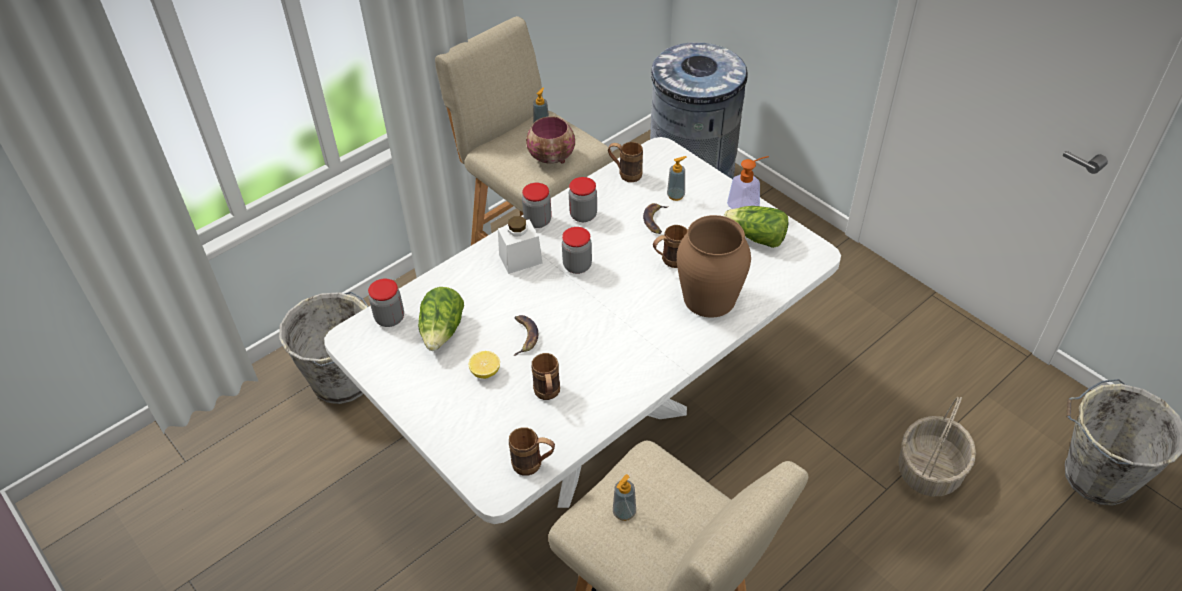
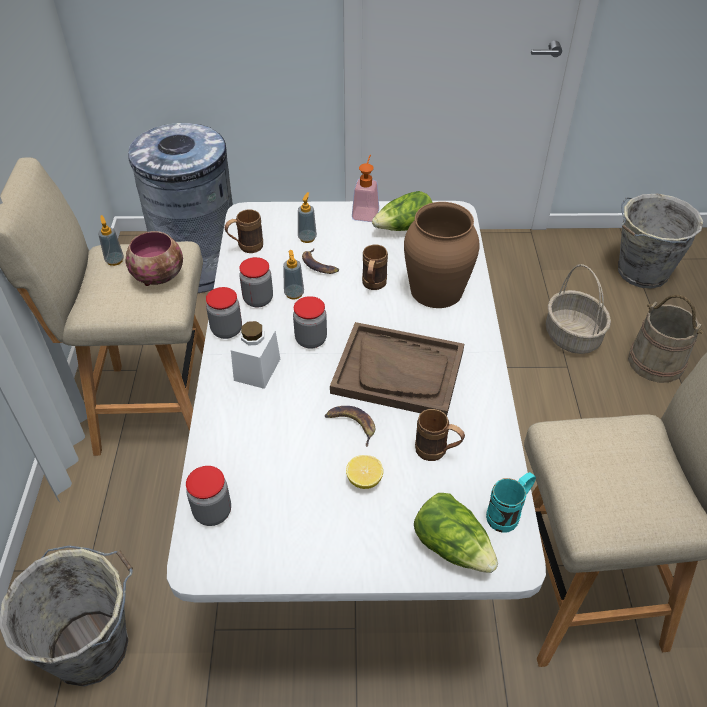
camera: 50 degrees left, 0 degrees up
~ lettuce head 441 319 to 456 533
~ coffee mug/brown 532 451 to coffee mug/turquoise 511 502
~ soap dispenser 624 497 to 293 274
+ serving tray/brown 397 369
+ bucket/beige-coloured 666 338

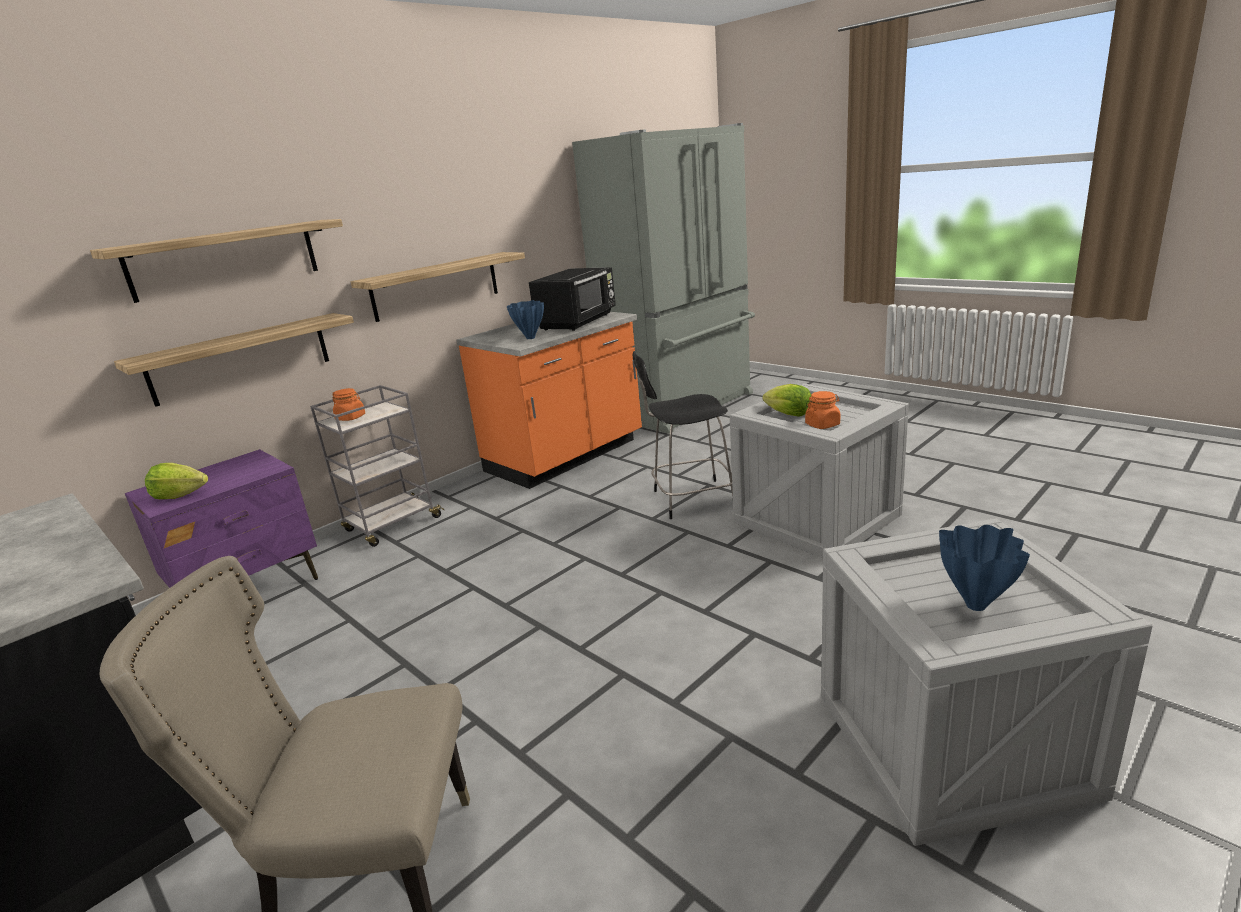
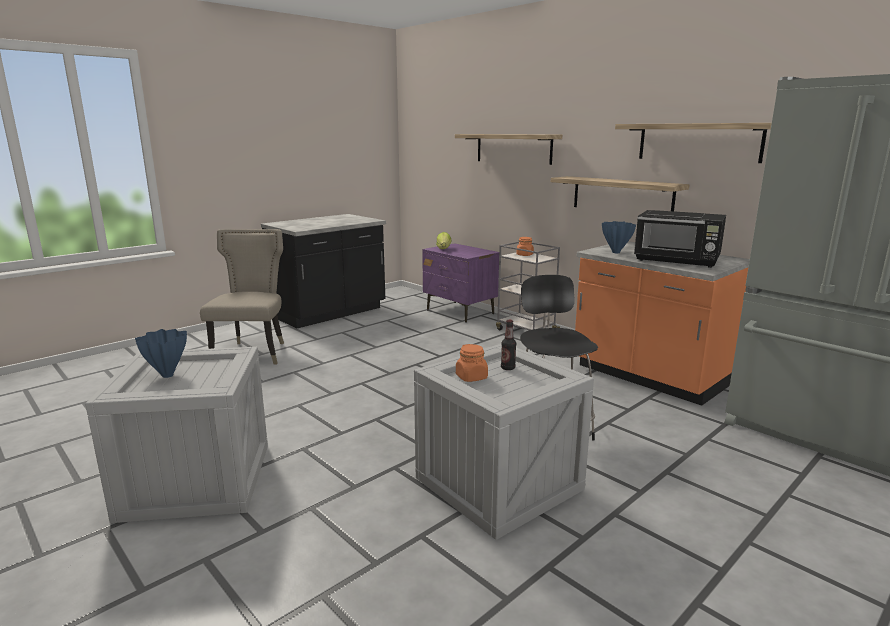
camera: 90 degrees right, 5 degrees down
~ shelf 234 360 to 693 143
~ lettuce head 786 400 to beverage bottle 508 345

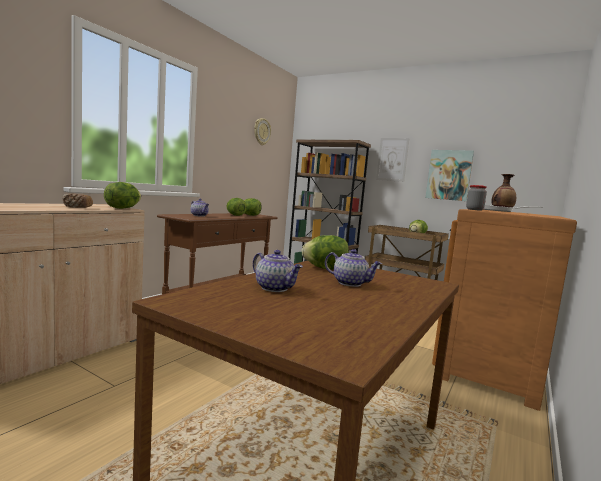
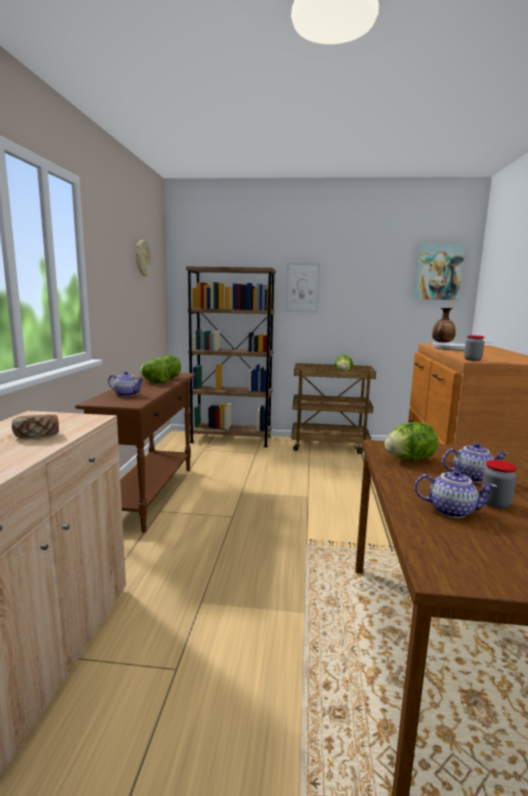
camera: 25 degrees left, 5 degrees up
- lettuce head 122 195
~ wall picture 449 175 to 440 271
+ preserve jar 499 484

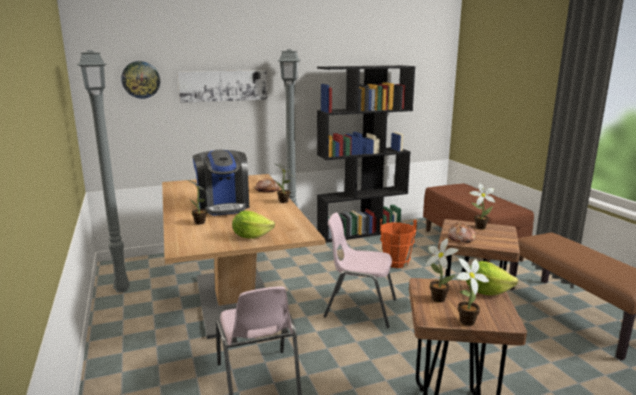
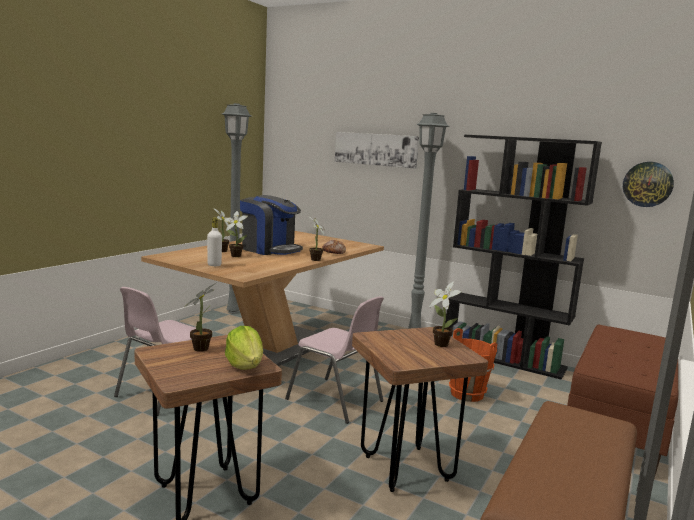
camera: 50 degrees right, 5 degrees down
~ clock on the wall 140 80 to 648 184
~ coffee brewer 220 183 = 271 225 90 degrees counterclockwise
~ lettuce head 253 225 to beverage bottle/white 214 241
~ plain chair/pink-coloured 360 270 = 334 360 150 degrees clockwise
- baked bread 462 233
~ plant in a pot 473 292 to 236 234

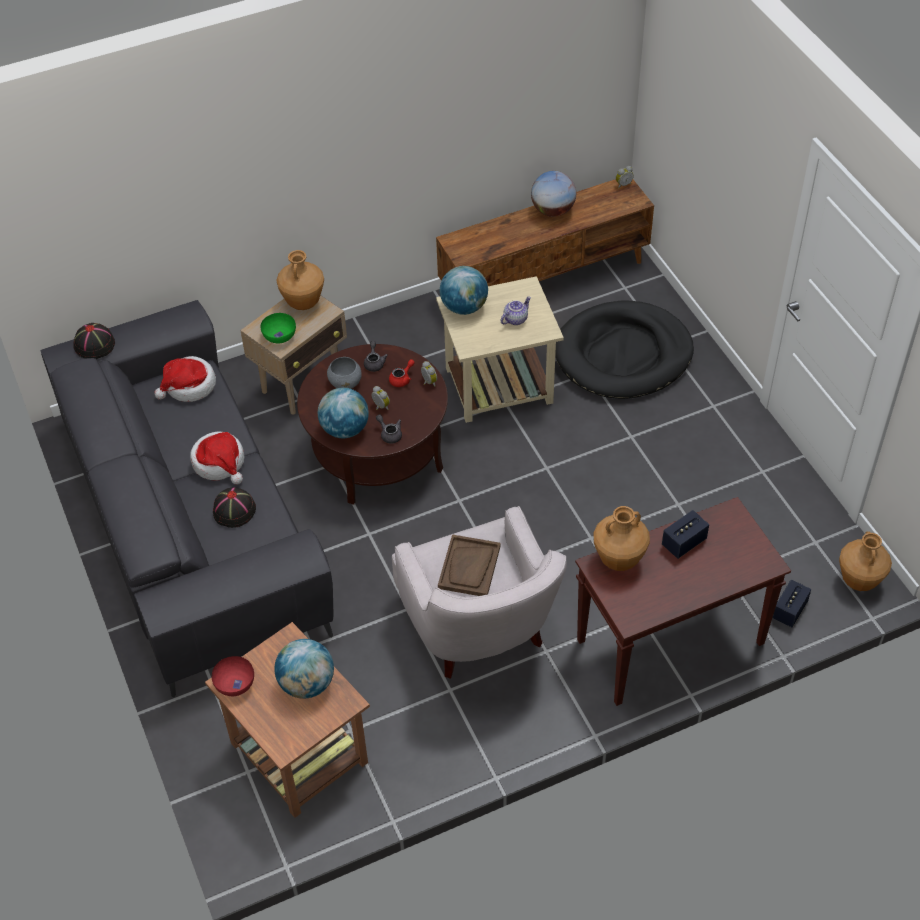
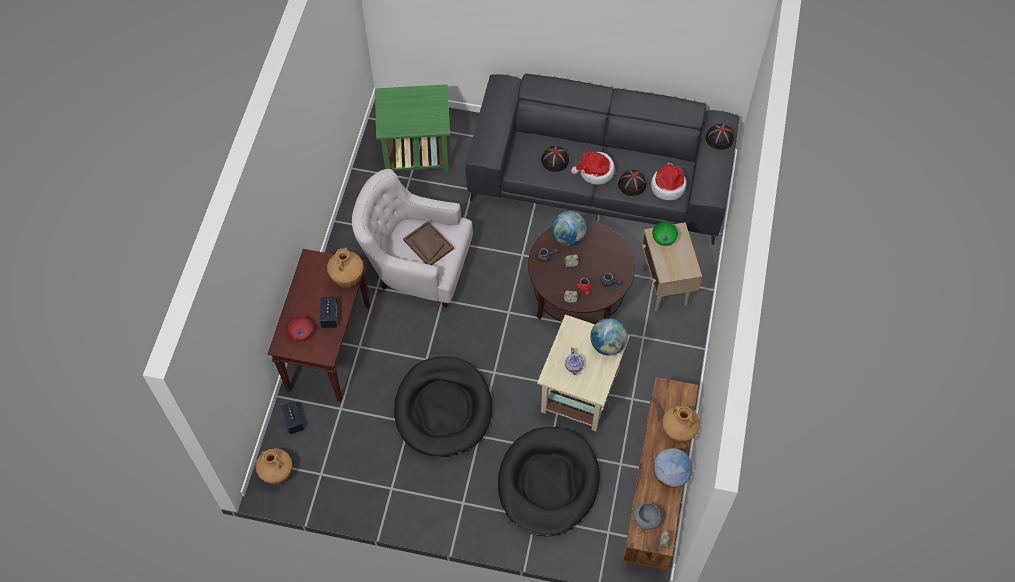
camera: 125 degrees right, 10 degrees up
~ accent table/brown 287 720 to accent table/green 412 128
~ bowl/red-coloured 233 676 to 299 329
- globe 304 669
~ decorative vase/brown 300 280 to 681 424
~ bowl/gray 344 373 to 648 516
+ dog bed/black 443 406
+ clothing hat/black 632 183

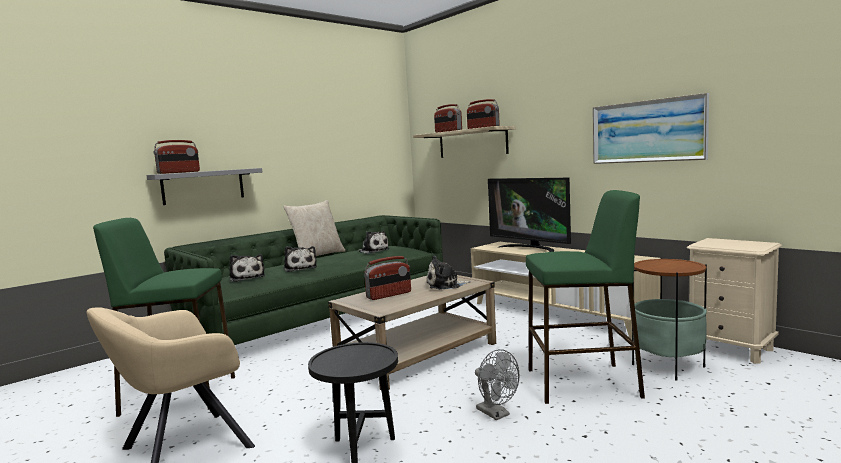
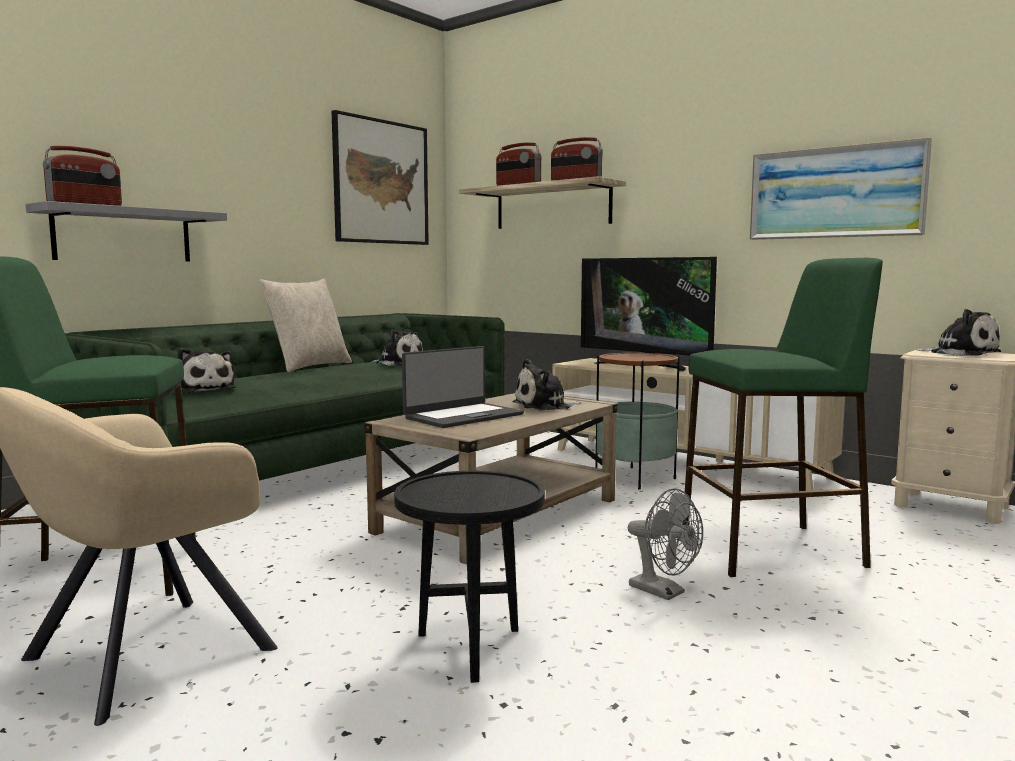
camera: 10 degrees left, 0 degrees up
~ plush toy 300 259 to 959 332
~ radio set 387 278 to portable computer 463 387
~ accent table 669 319 to 637 421
+ wall picture 380 177

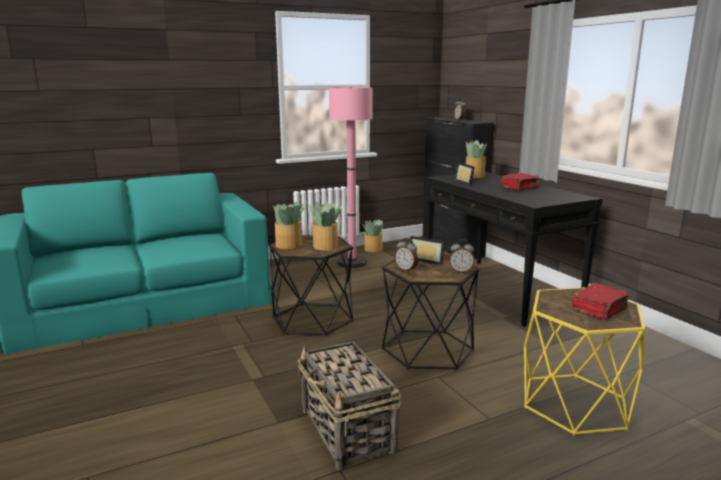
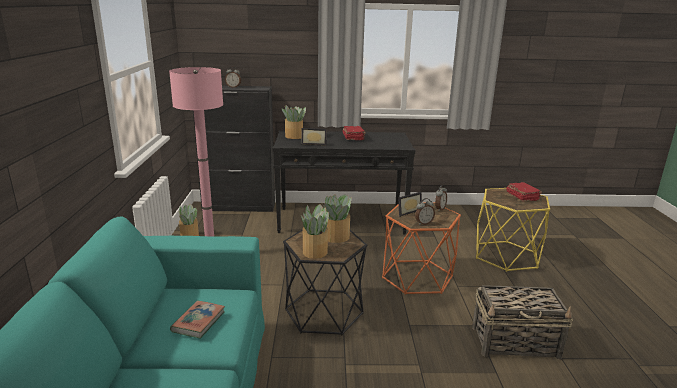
camera: 65 degrees left, 5 degrees up
~ accent table/black 431 313 to accent table/orangey 421 248
+ bound book 197 320

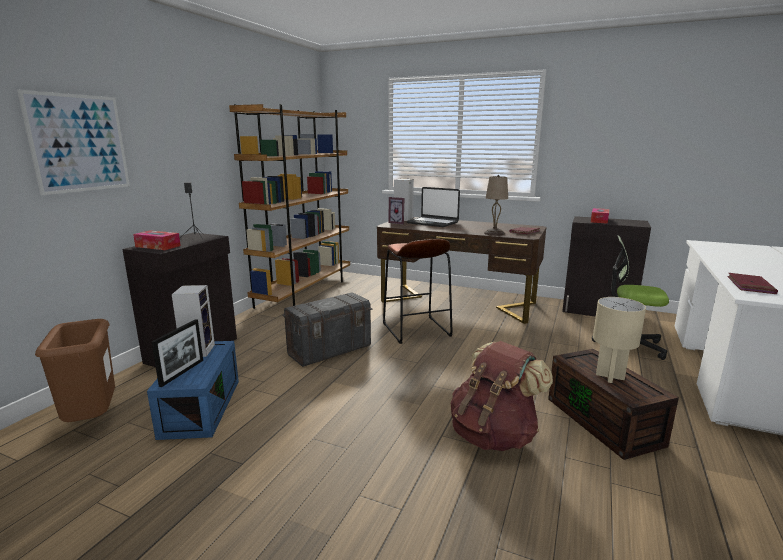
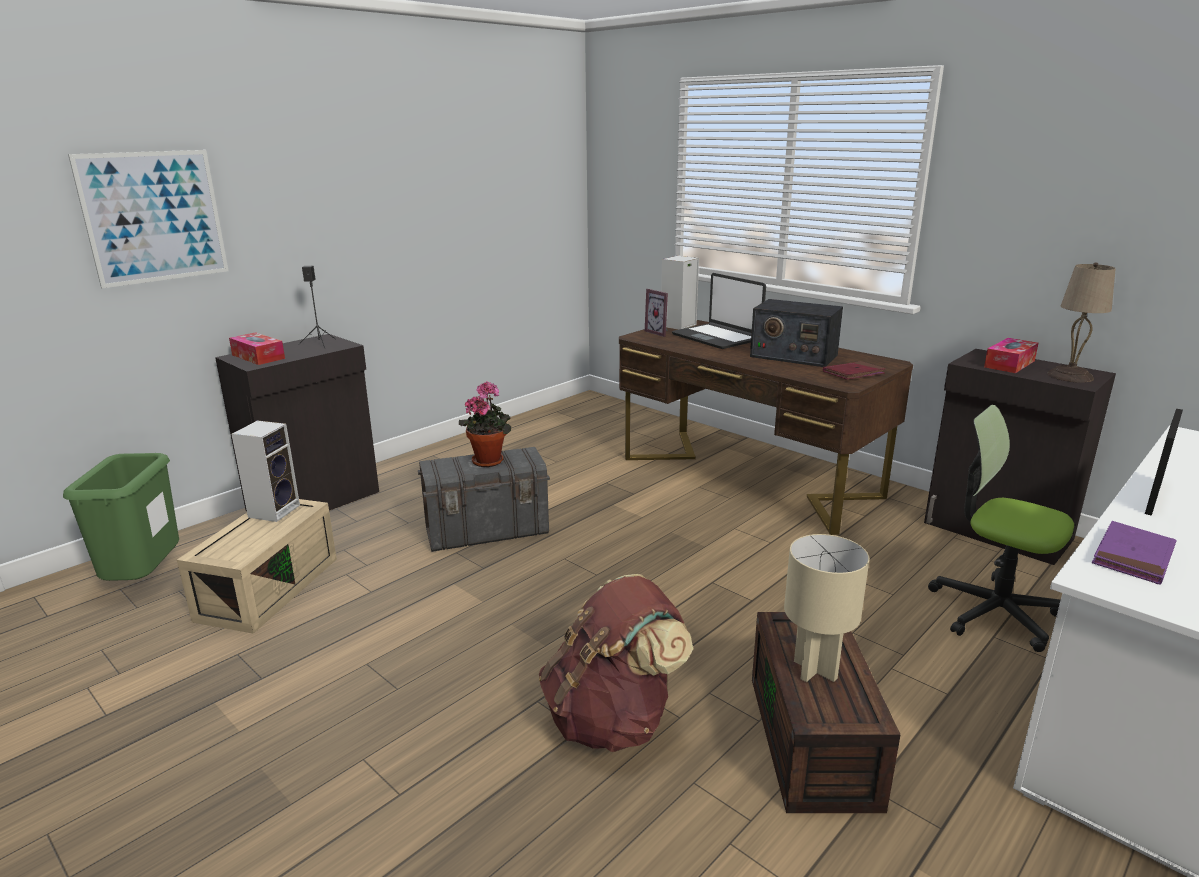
camera: 20 degrees right, 5 degrees up
~ rubbish bin/brown 75 370 to rubbish bin/green 121 517
~ storage bin/blue 193 390 to storage bin/beige-coloured 257 566
~ photo frame 177 353 to 1164 462
- bookcase/brown 289 206
- stool seat/brown 417 291
~ table lamp/beige-coloured 496 205 to 1081 322
~ bound book/red-coloured 752 283 to bound book/purplish 1134 553
+ plant in a pot 485 424
+ radio set 796 333

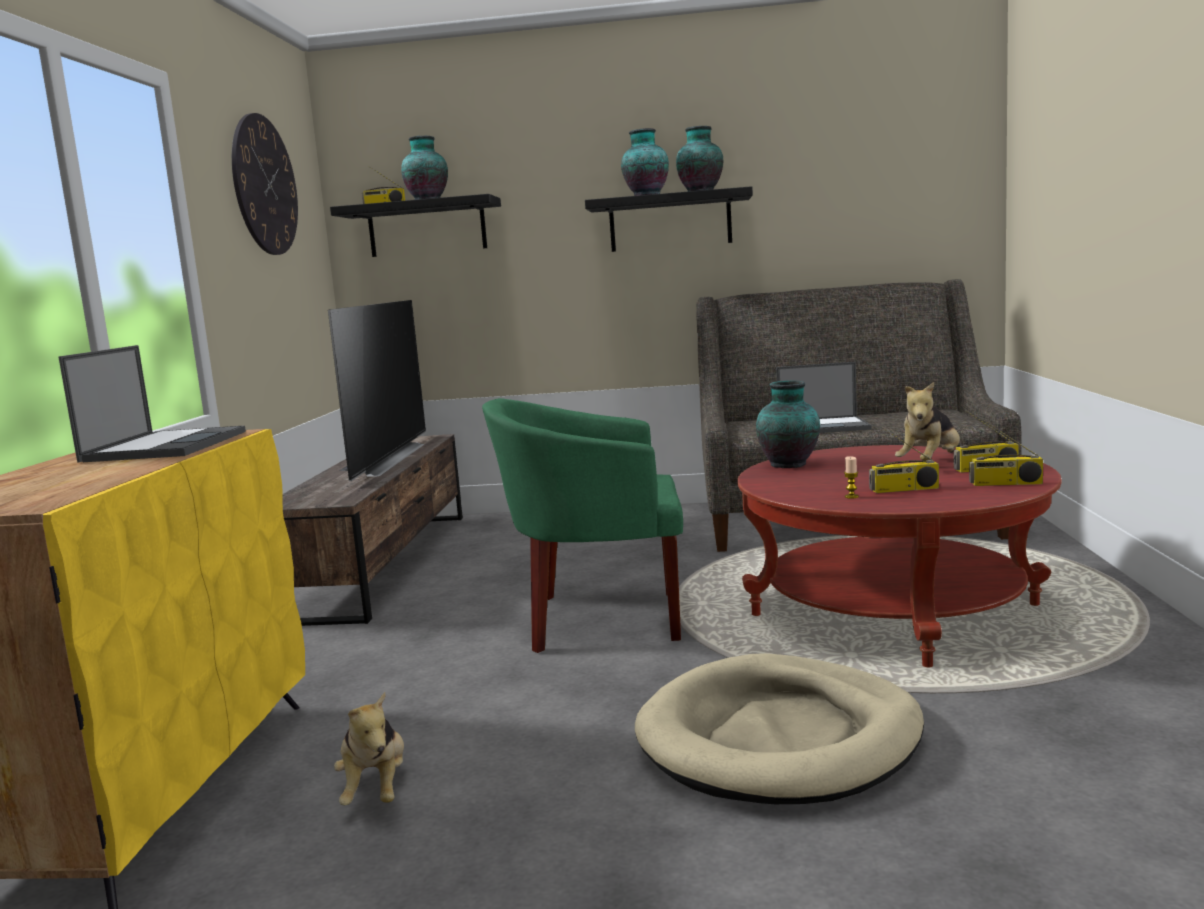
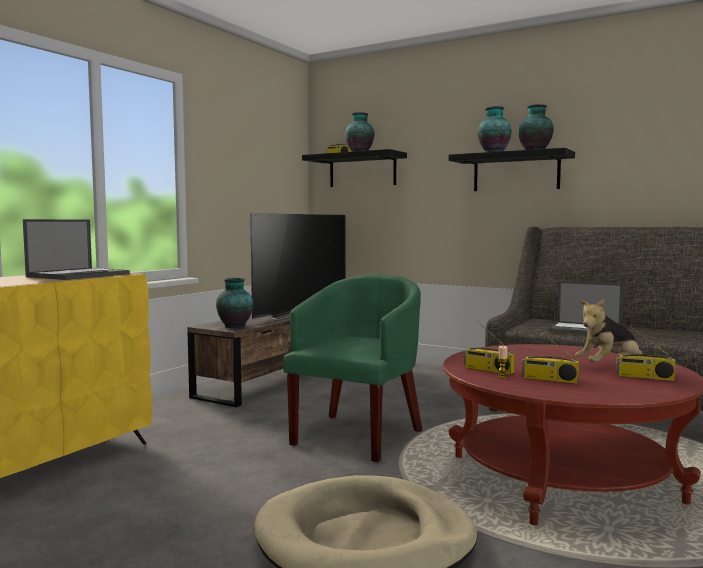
camera: 25 degrees right, 5 degrees down
- clock on the wall 265 184
- plush toy 369 748
~ lounge chair/green 582 525 = 353 368 90 degrees clockwise
~ decorative vase 788 424 to 234 303
~ radio set 1006 453 to 489 347

